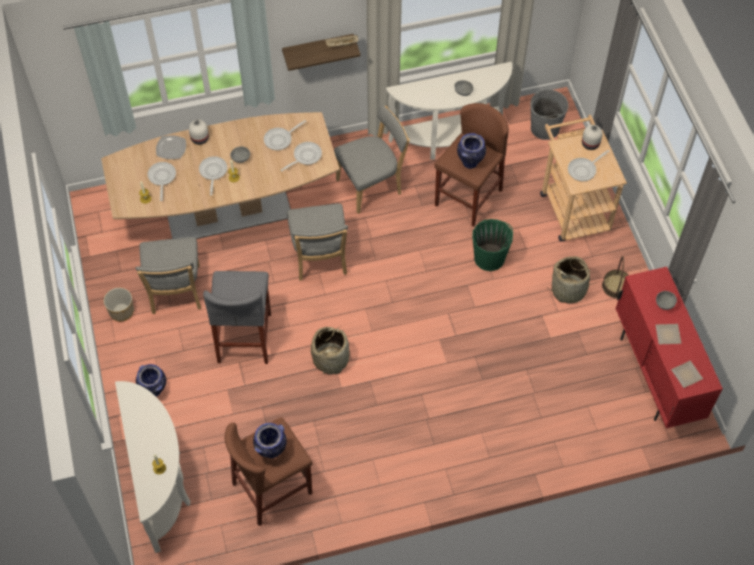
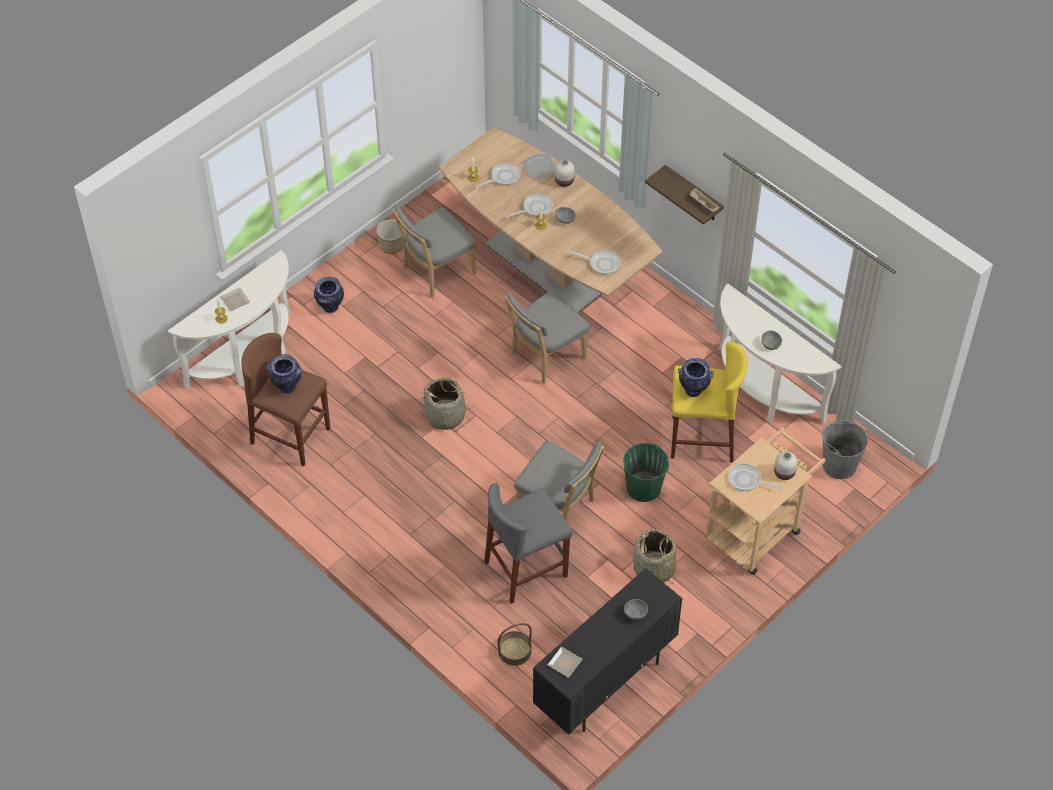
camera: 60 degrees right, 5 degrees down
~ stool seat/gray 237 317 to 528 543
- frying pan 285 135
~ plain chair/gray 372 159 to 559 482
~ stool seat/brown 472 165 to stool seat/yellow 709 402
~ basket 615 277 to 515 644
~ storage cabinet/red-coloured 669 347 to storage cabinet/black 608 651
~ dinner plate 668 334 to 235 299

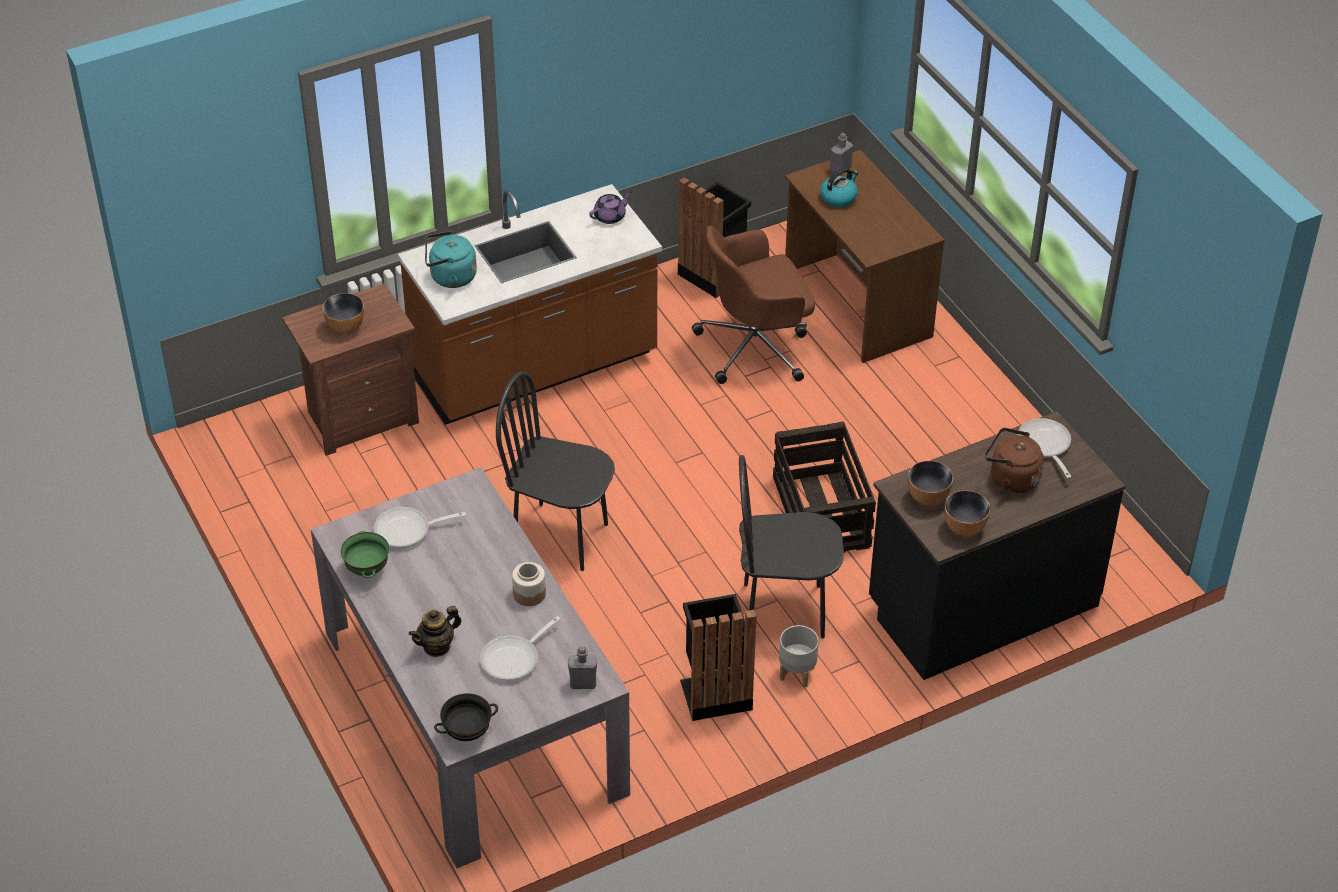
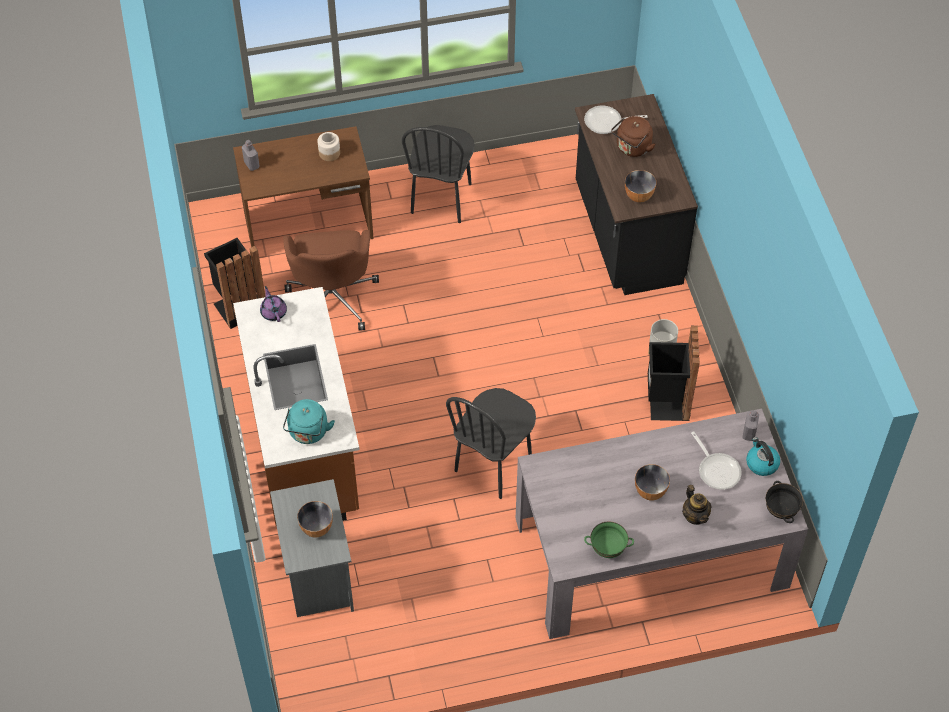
camera: 75 degrees left, 10 degrees up
~ bedside table/brown 350 369 to bedside table/gray 312 548
- frying pan 420 527
~ preserve jar 529 584 to 329 146
~ plain chair/black 791 546 to 438 174
- crate 824 487
~ kettle 839 187 to 763 456
~ bowl 967 514 to 652 482

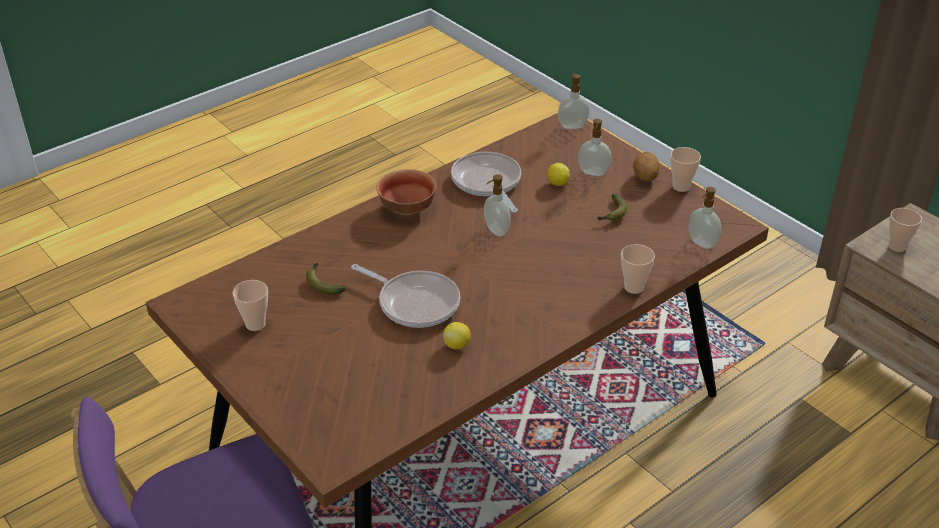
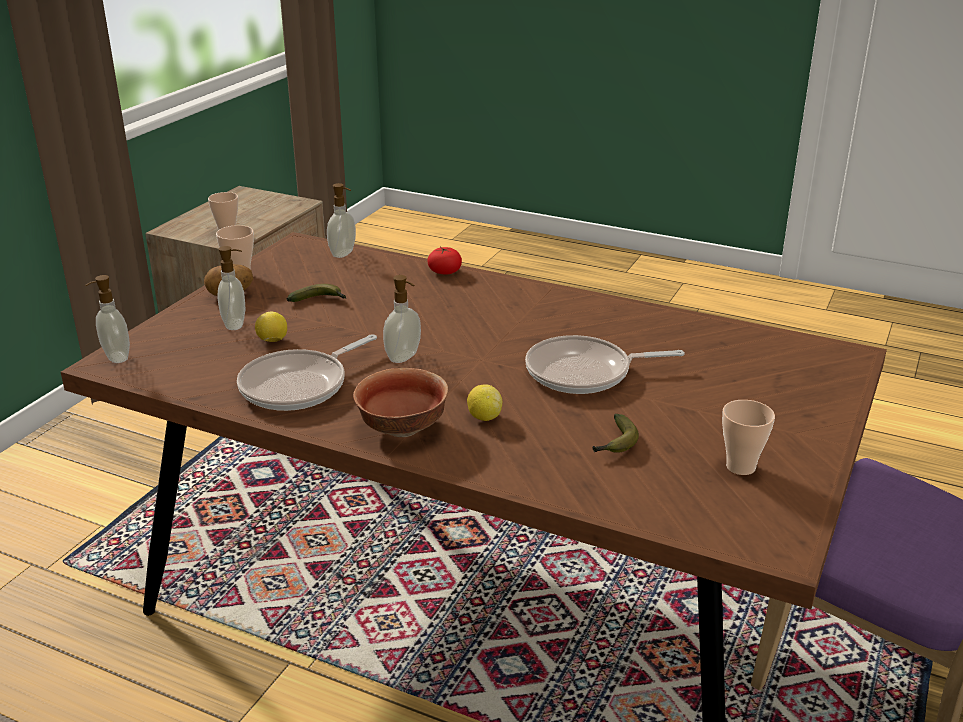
camera: 115 degrees left, 10 degrees down
~ frying pan 405 296 = 605 364 105 degrees counterclockwise
~ whole lemon 457 335 to 484 402
~ drinking cup 638 269 to whole tomato 444 261

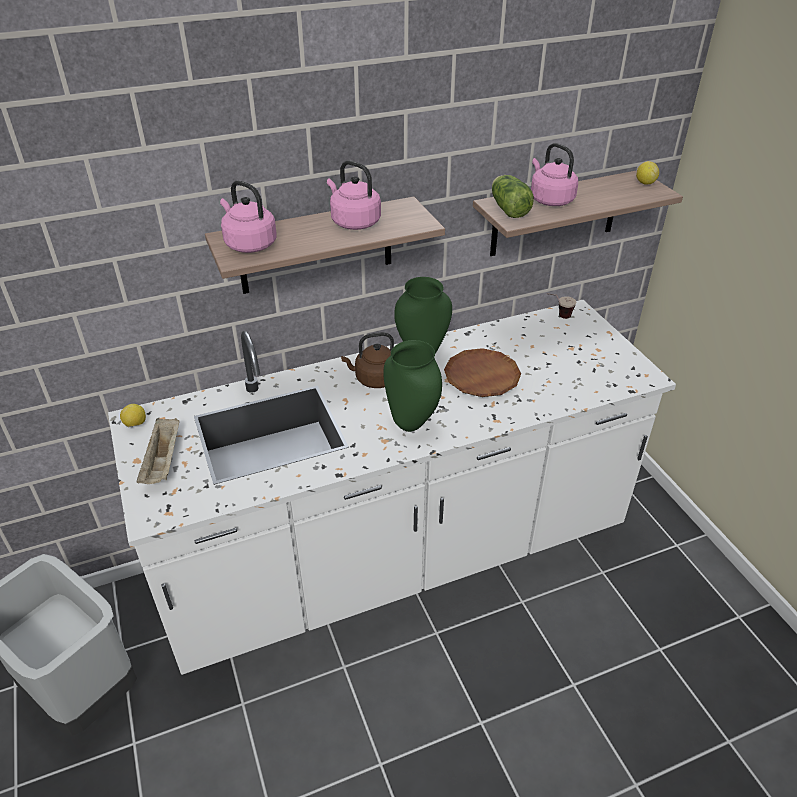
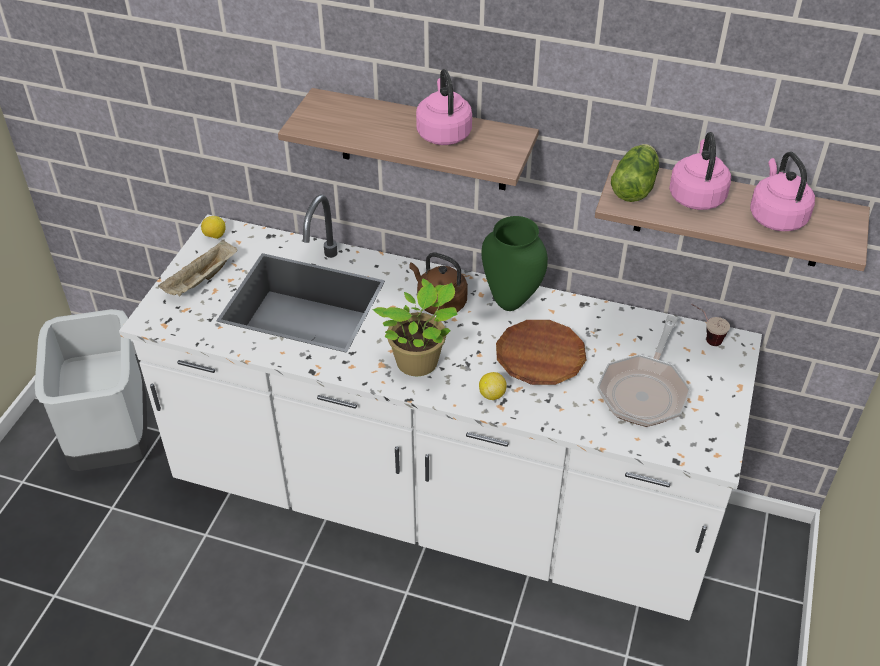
camera: 40 degrees right, 5 degrees up
~ kettle/pink-coloured 248 216 to 782 191
~ decorative vase/green 412 386 to plant in a pot 414 327
~ whole lemon 647 172 to 493 386
+ frying pan 644 371

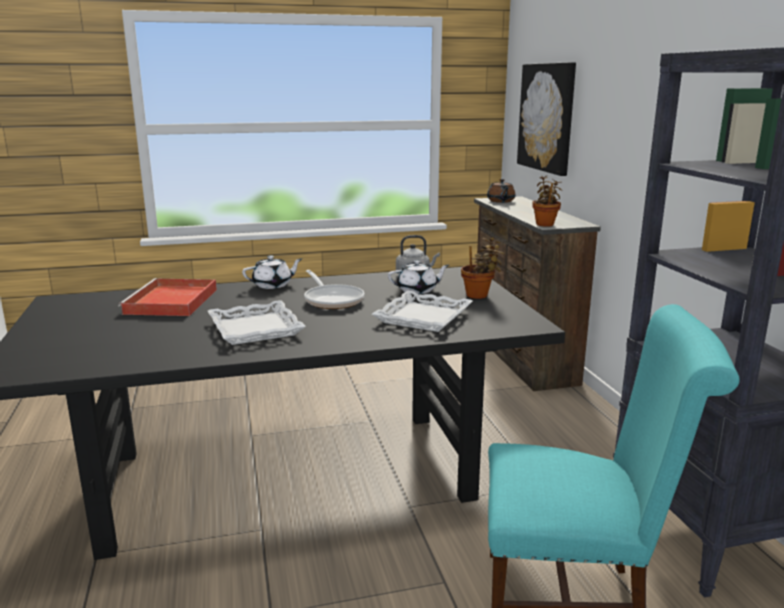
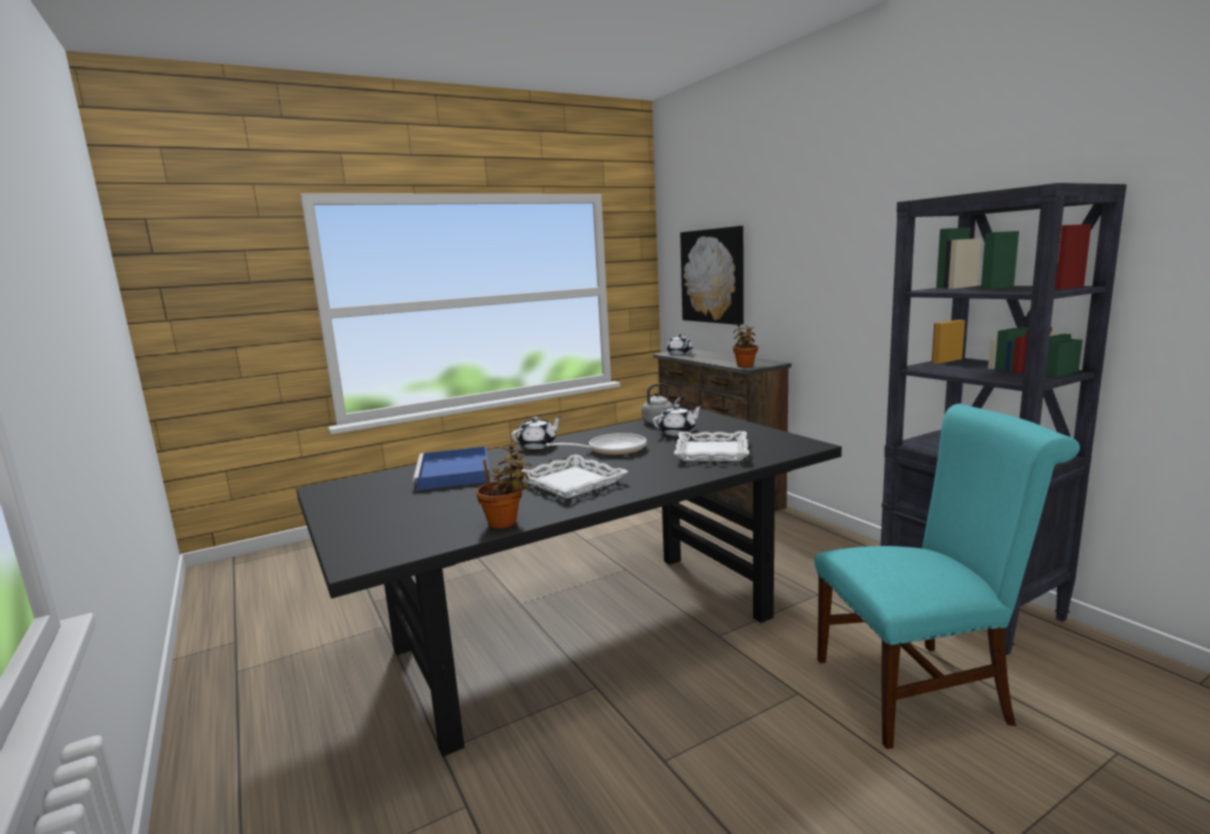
camera: 15 degrees left, 5 degrees down
~ serving tray/red-coloured 167 297 to serving tray/blue 451 468
~ frying pan 334 289 = 596 444 60 degrees counterclockwise
~ plant in a pot 483 268 to 504 486
~ pot for tea/brown 501 191 to pot for tea/white 680 344

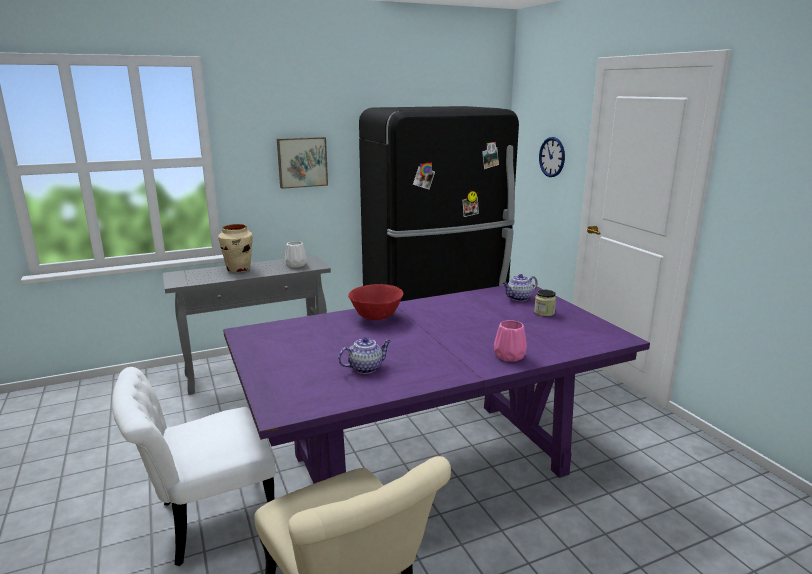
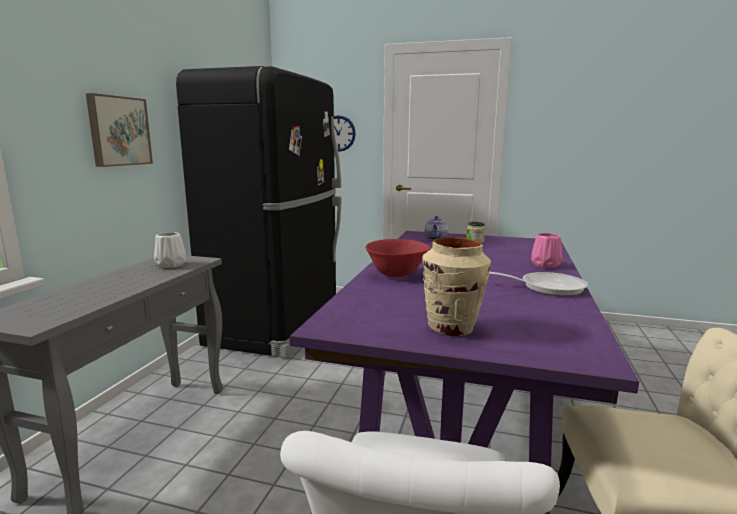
camera: 50 degrees left, 5 degrees down
~ decorative vase/beige-coloured 235 248 to 456 286
- pot for tea 364 355
+ frying pan 538 284

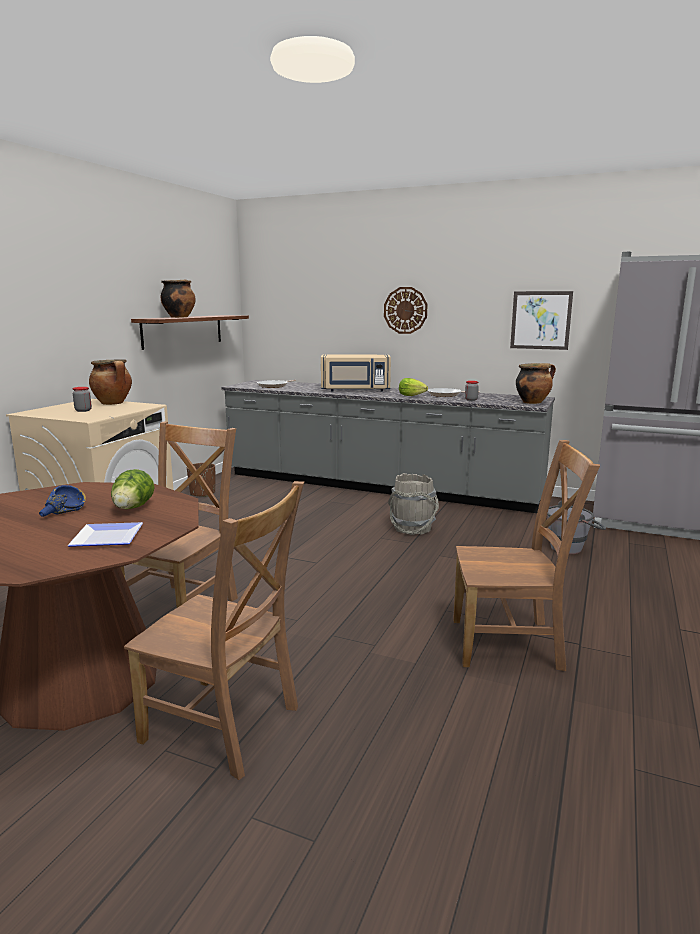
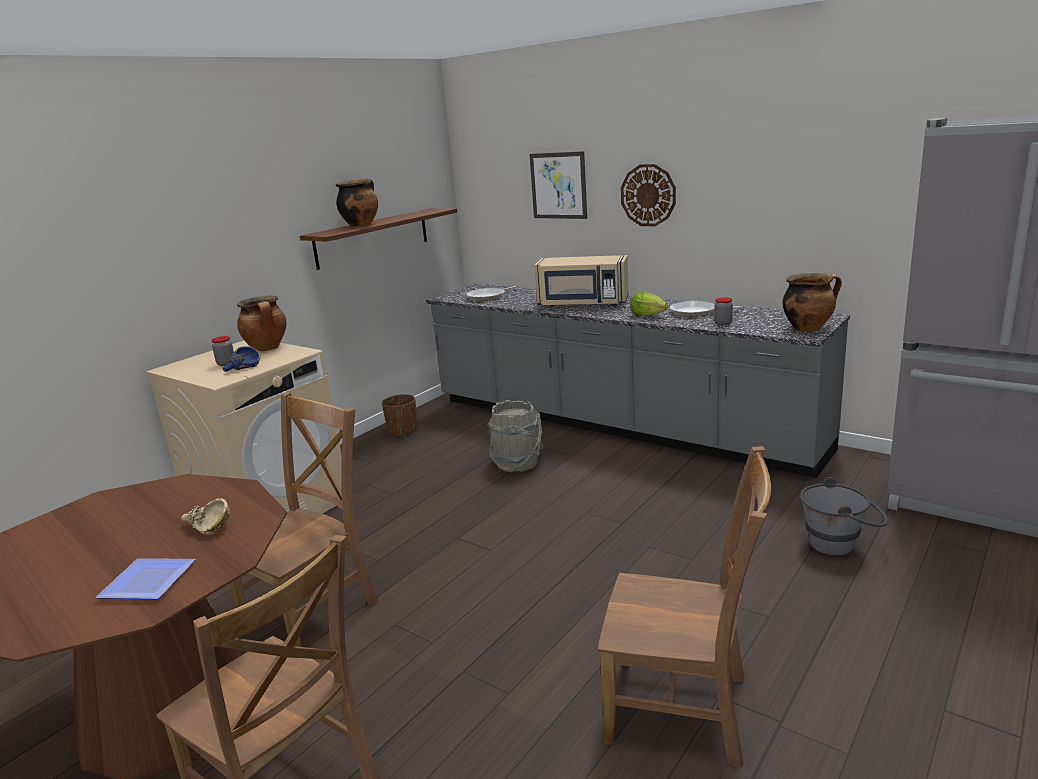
camera: 15 degrees right, 5 degrees up
~ bowl/blue 62 501 to 242 359
~ lettuce head 133 489 to bowl/beige-coloured 205 516
~ bucket/gray 413 504 to 515 436
~ wall picture 541 320 to 558 185

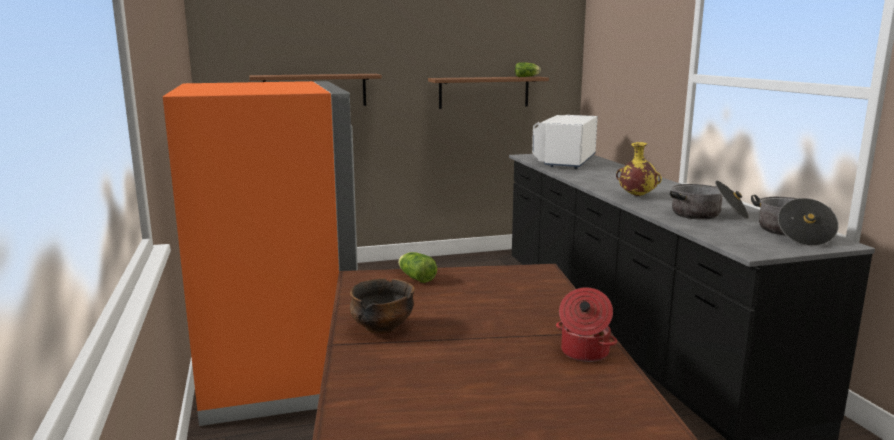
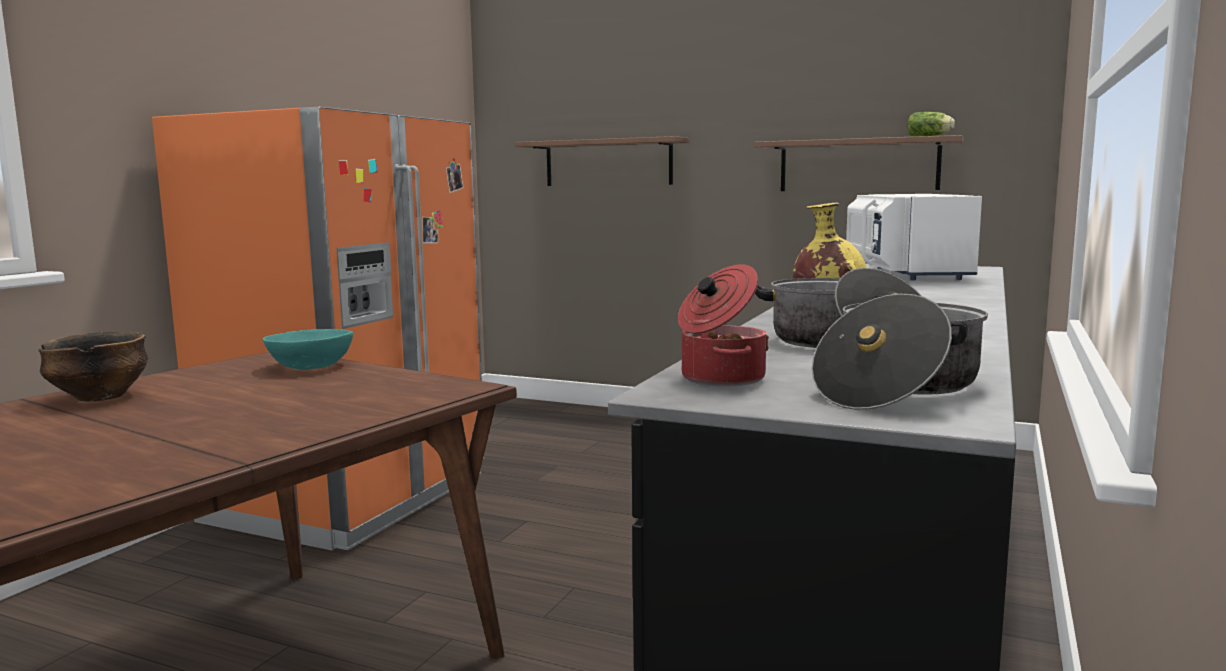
camera: 40 degrees right, 5 degrees down
~ lettuce head 417 267 to bowl/turquoise 308 349
~ kitchen microwave/white 565 142 = 914 237 60 degrees counterclockwise
~ saucepot 586 324 to 723 325

